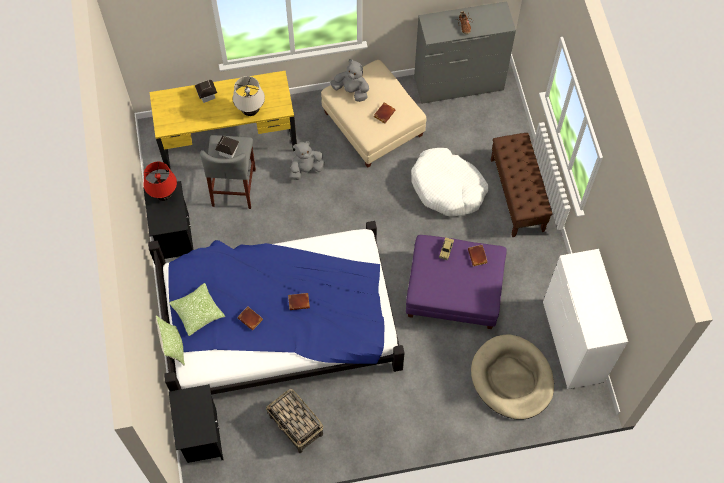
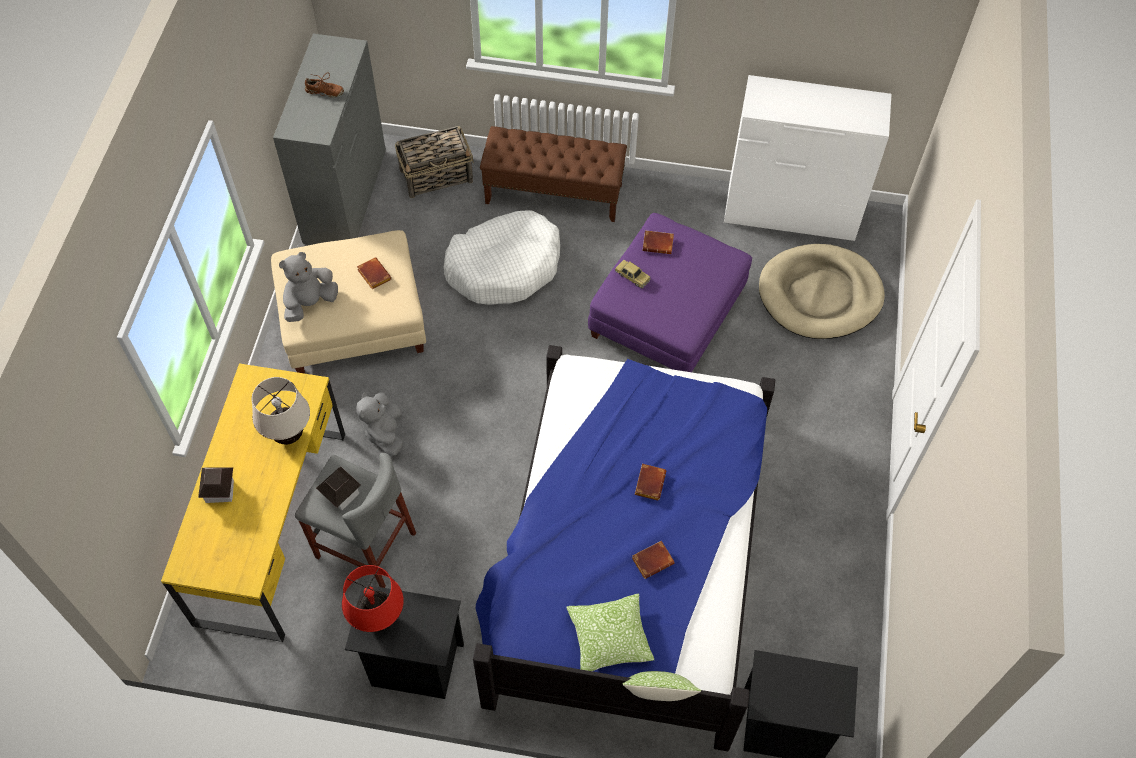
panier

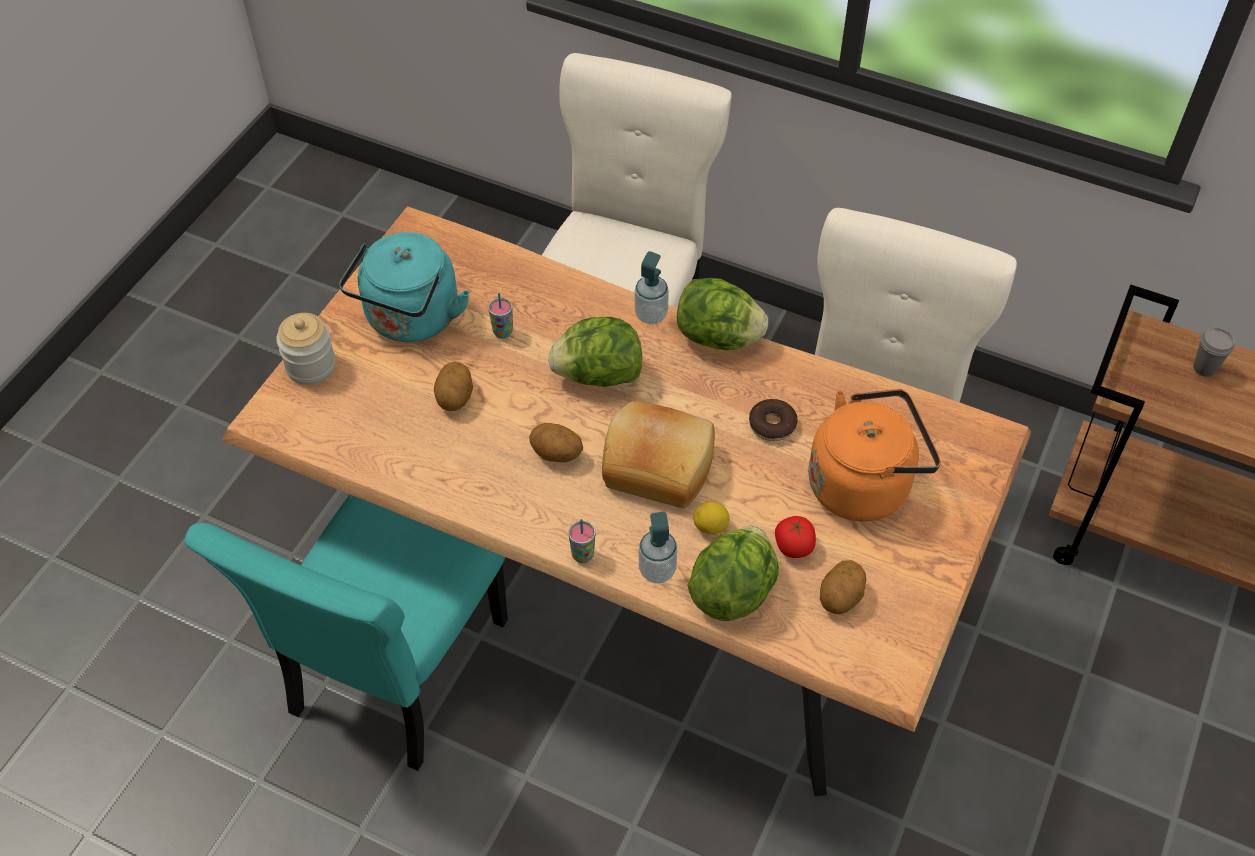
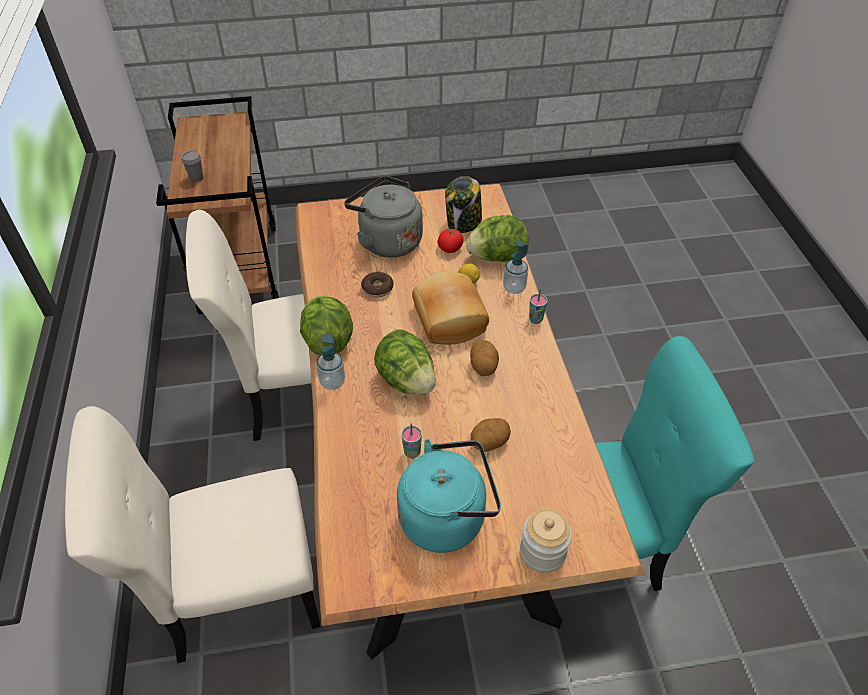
bouilloire/gris
bocal (1st from left)

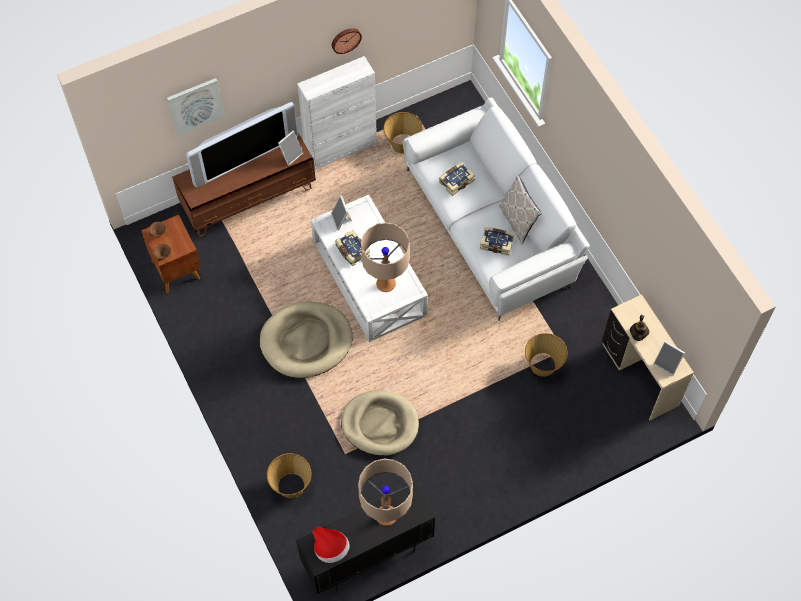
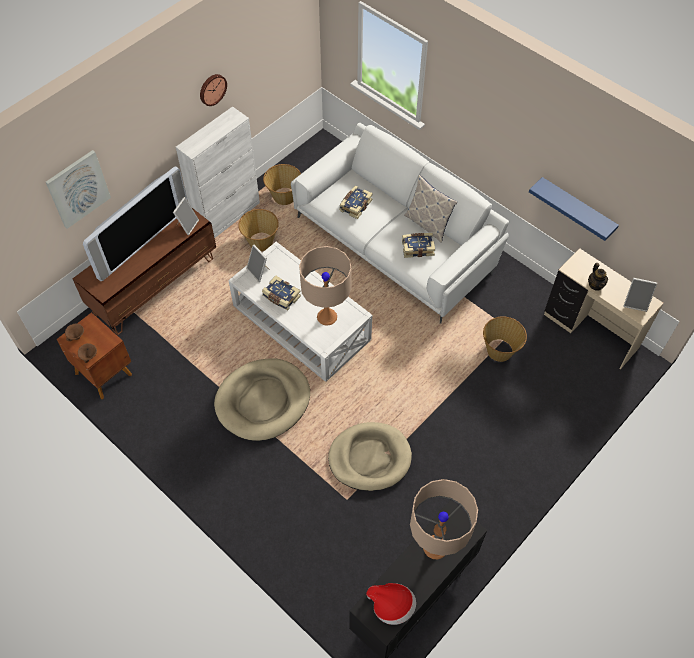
panier (1st from left)
étagère/bleu

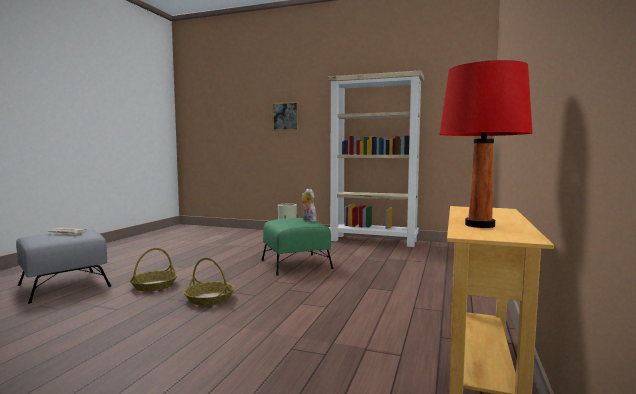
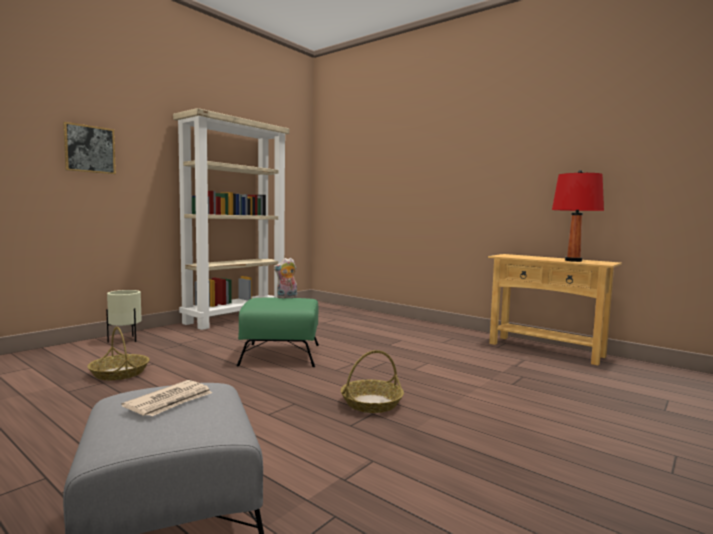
panier (1st from left)

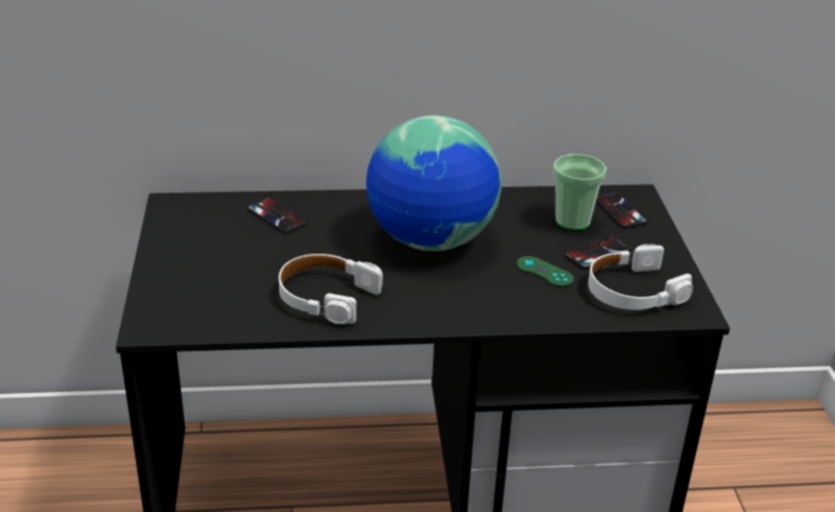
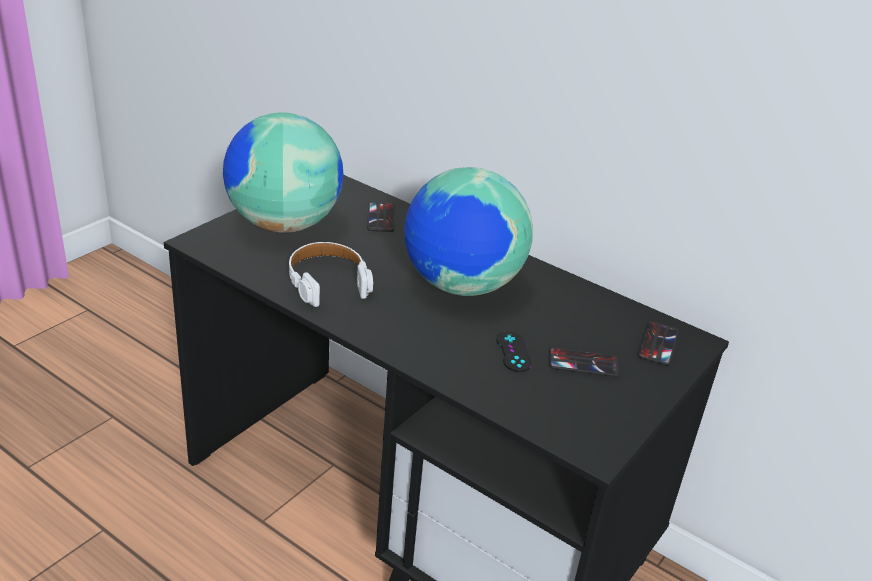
globe (1st from left)
manette/noir
tasse
casque audio/blanc (2nd from left in the first image)

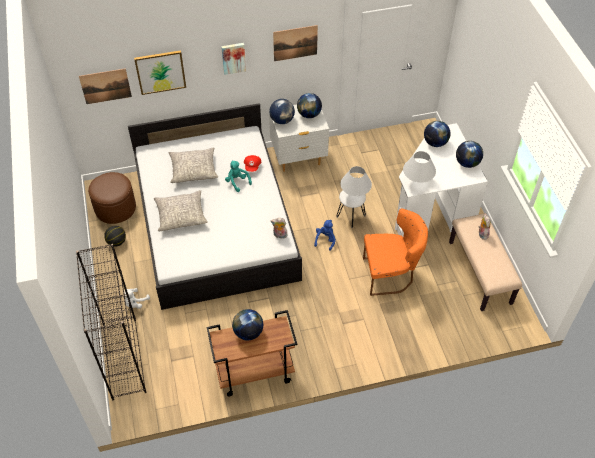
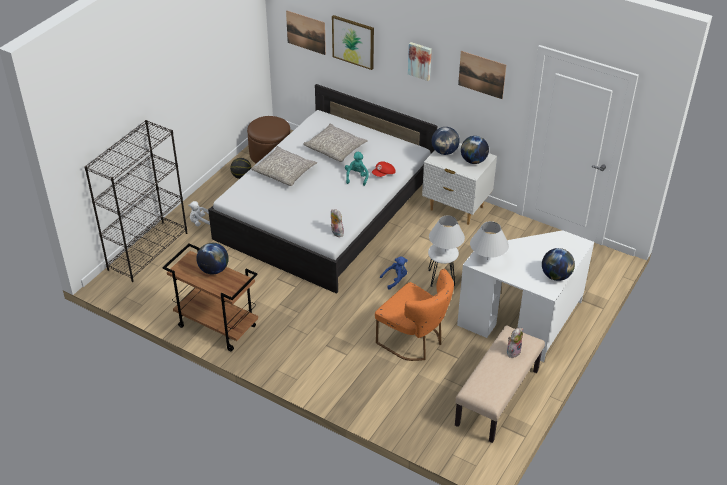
globe (4th from left in the first image)

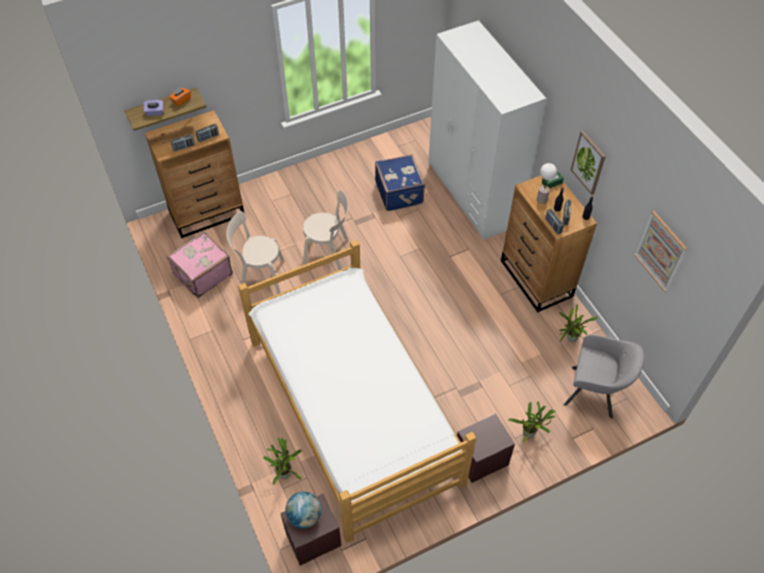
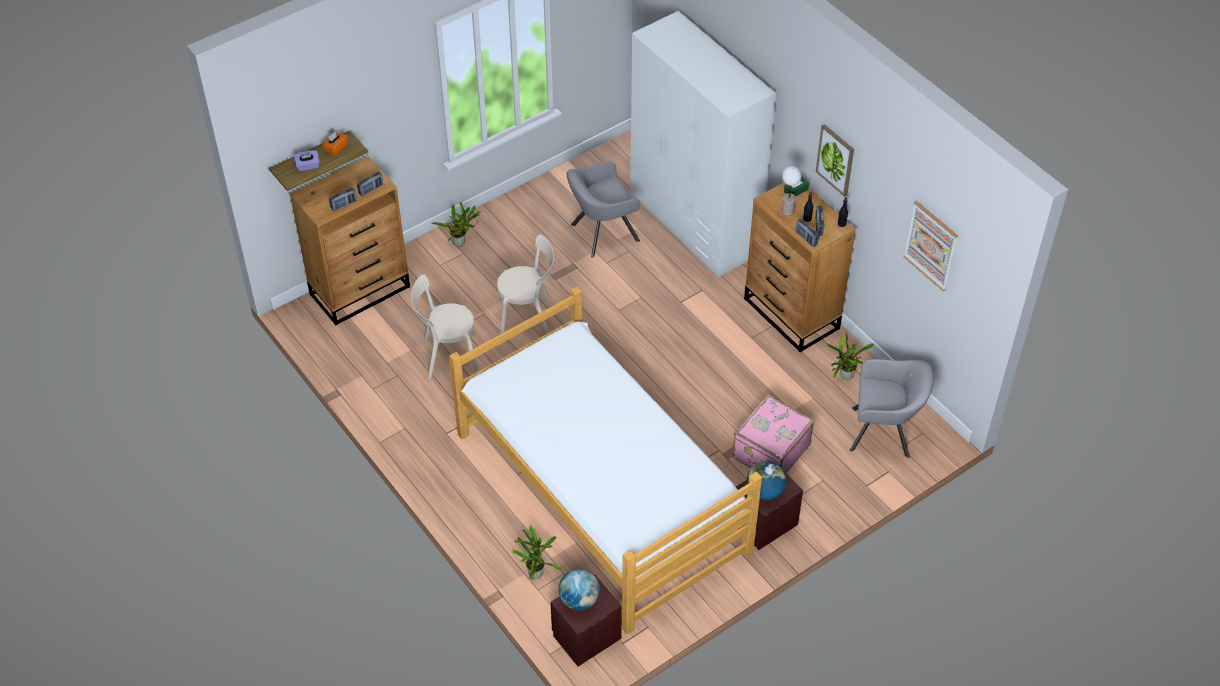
plante en pot (1st from left)
fauteuil/gris (1st from left)
valise/rose
globe (2nd from left)

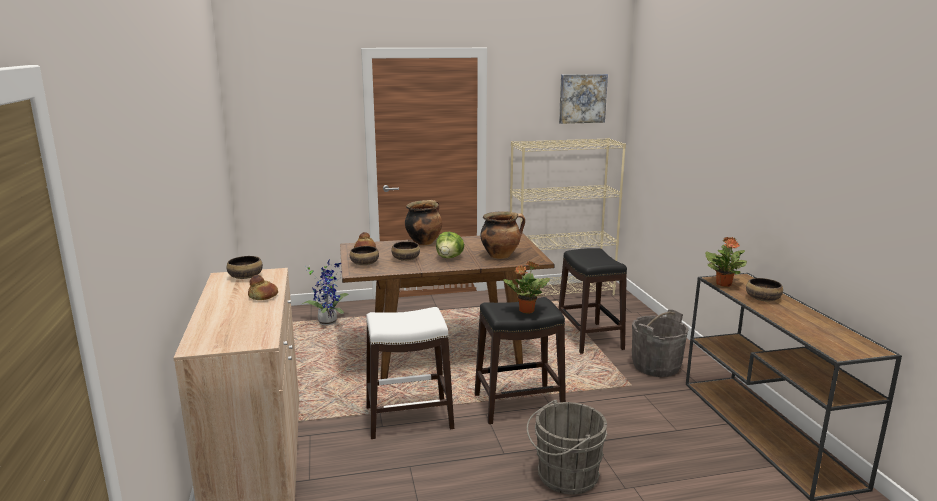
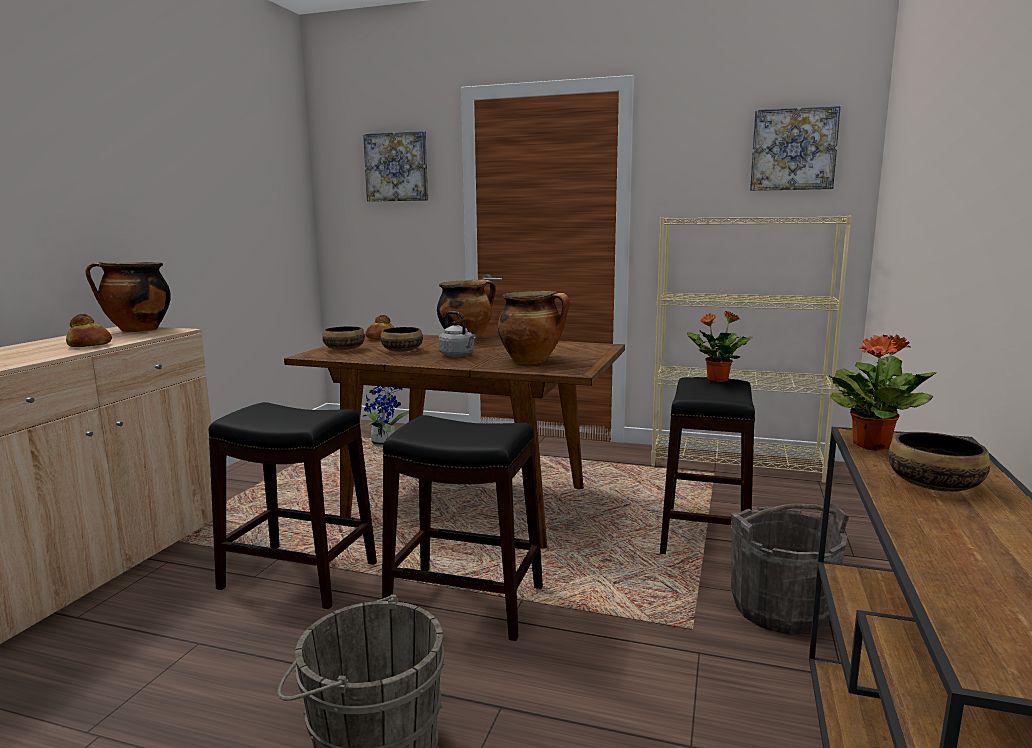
marmite (1st from left)
tabouret/noir (1st from left)
tableau (1st from left)
bouilloire/gris
plante en pot (2nd from left)

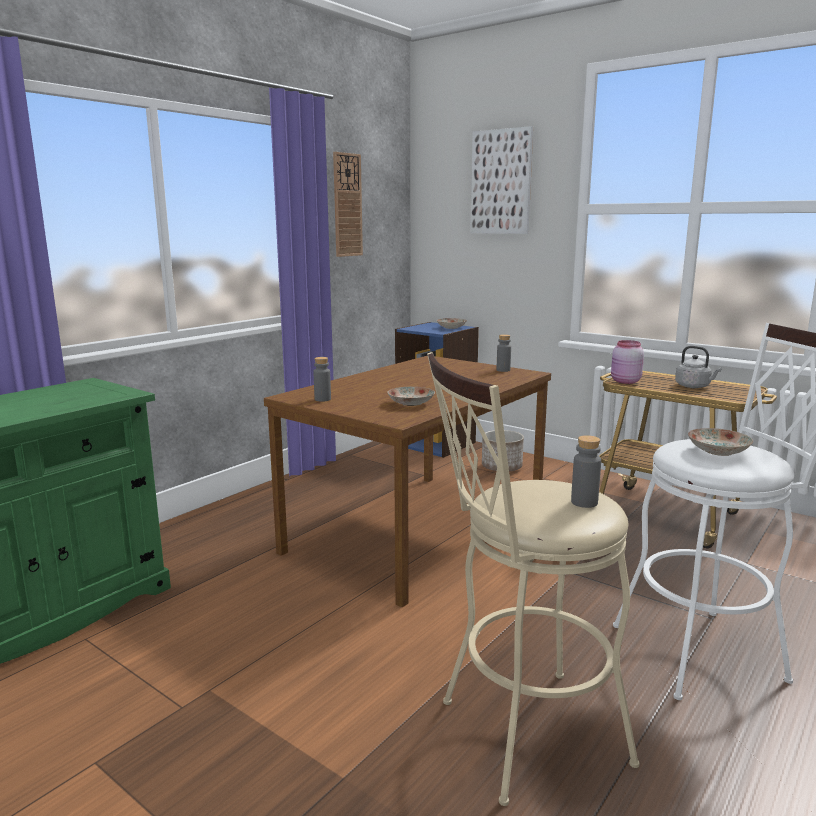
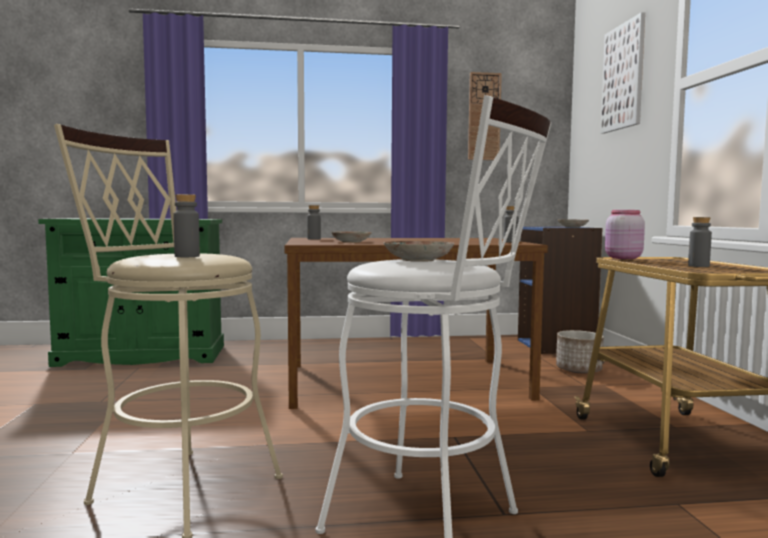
bouteille/gris (4th from left)

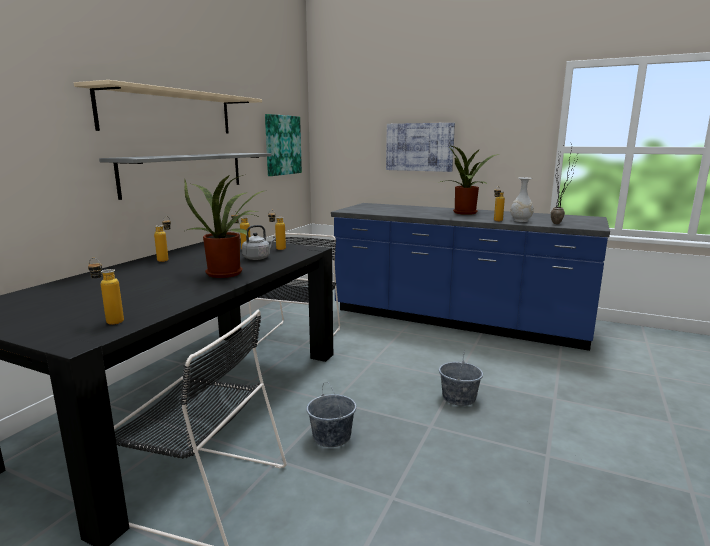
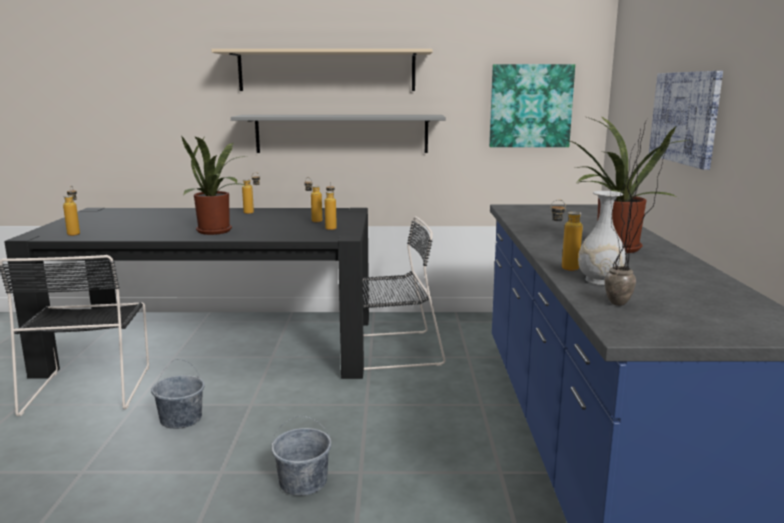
bouilloire/gris

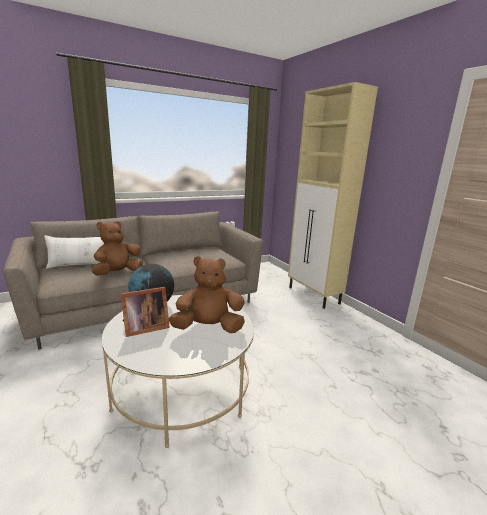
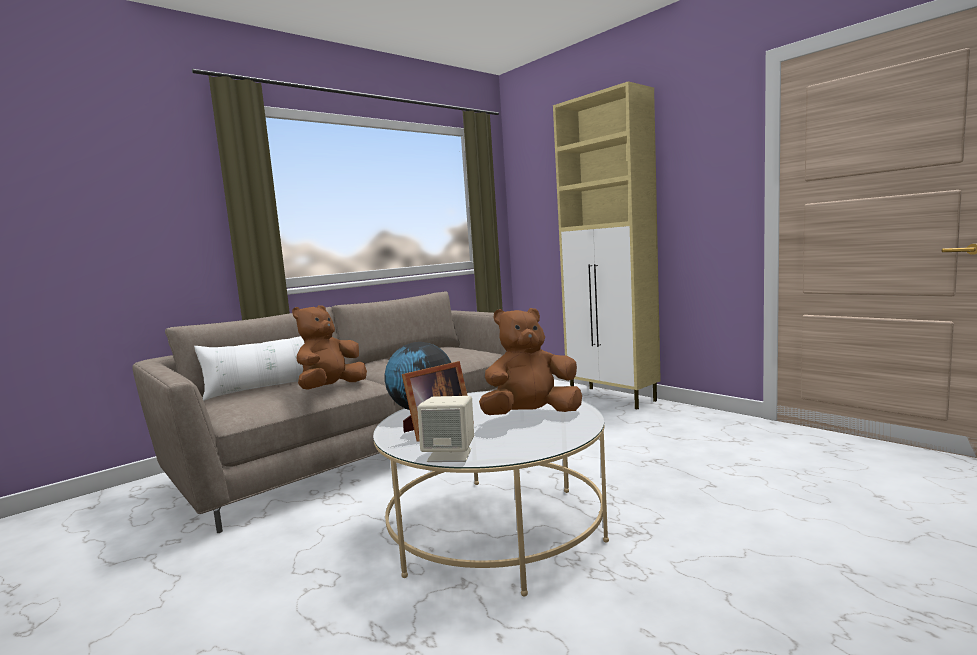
enceinte/beige

